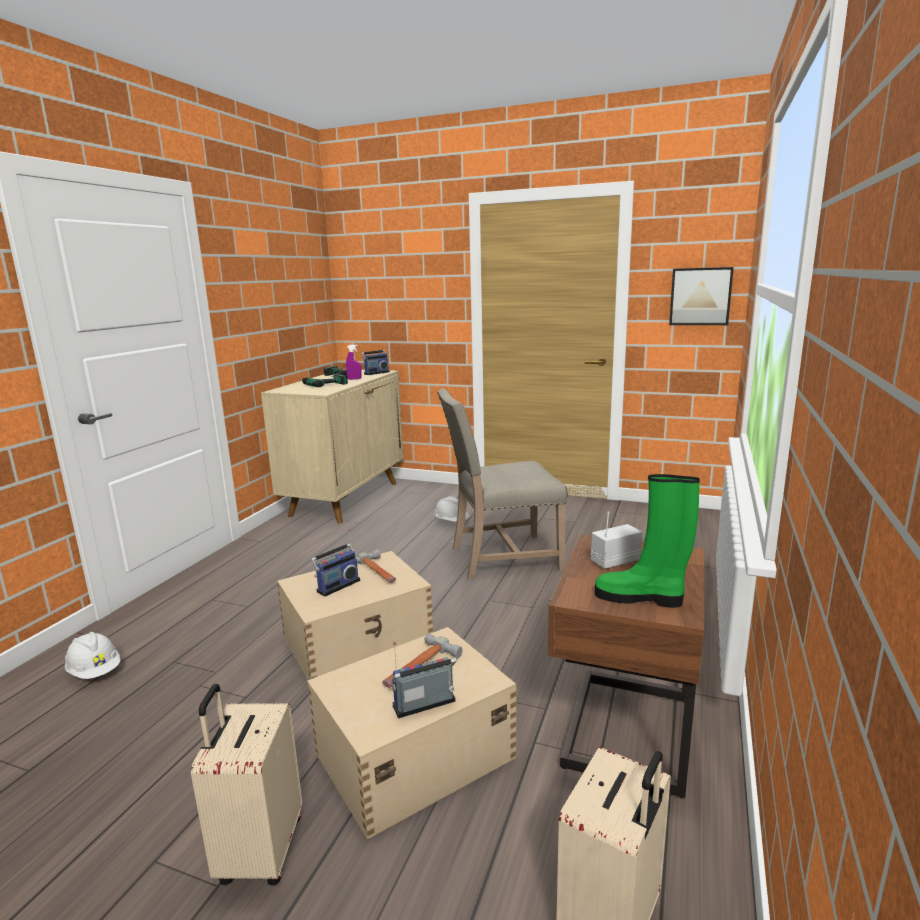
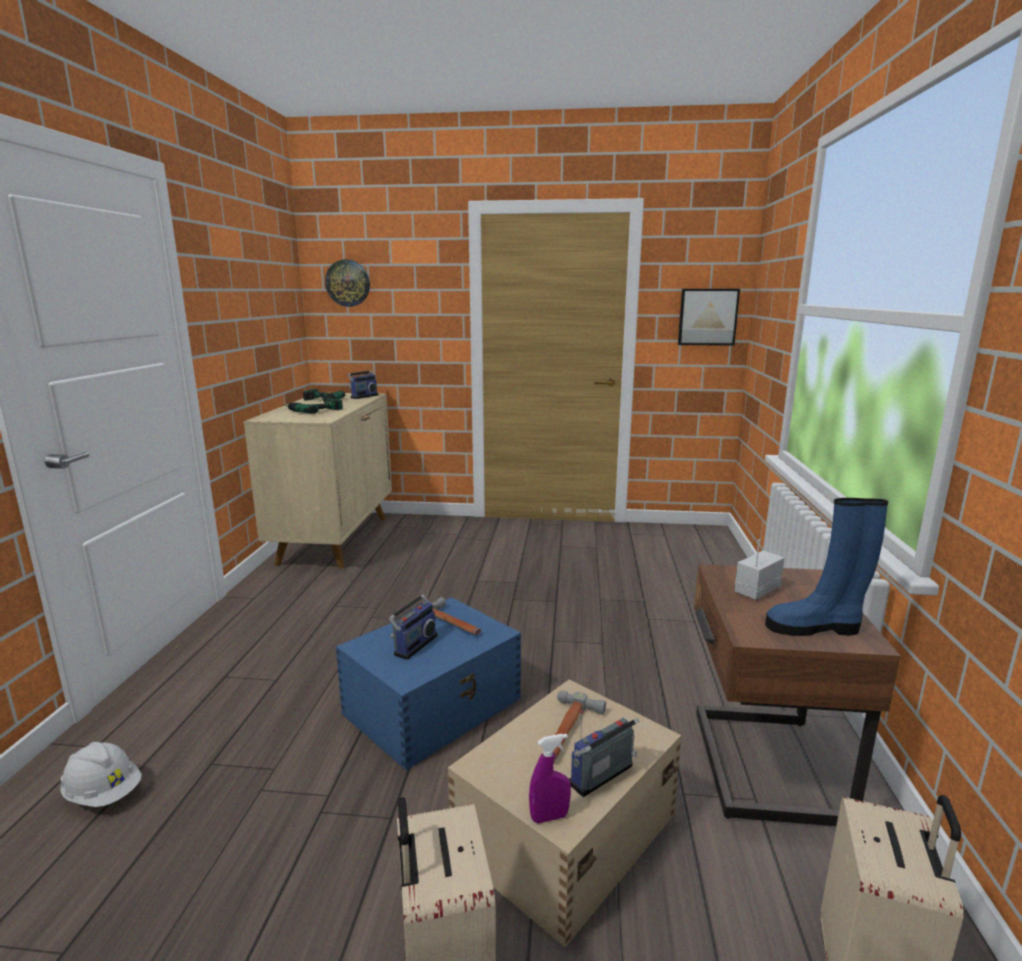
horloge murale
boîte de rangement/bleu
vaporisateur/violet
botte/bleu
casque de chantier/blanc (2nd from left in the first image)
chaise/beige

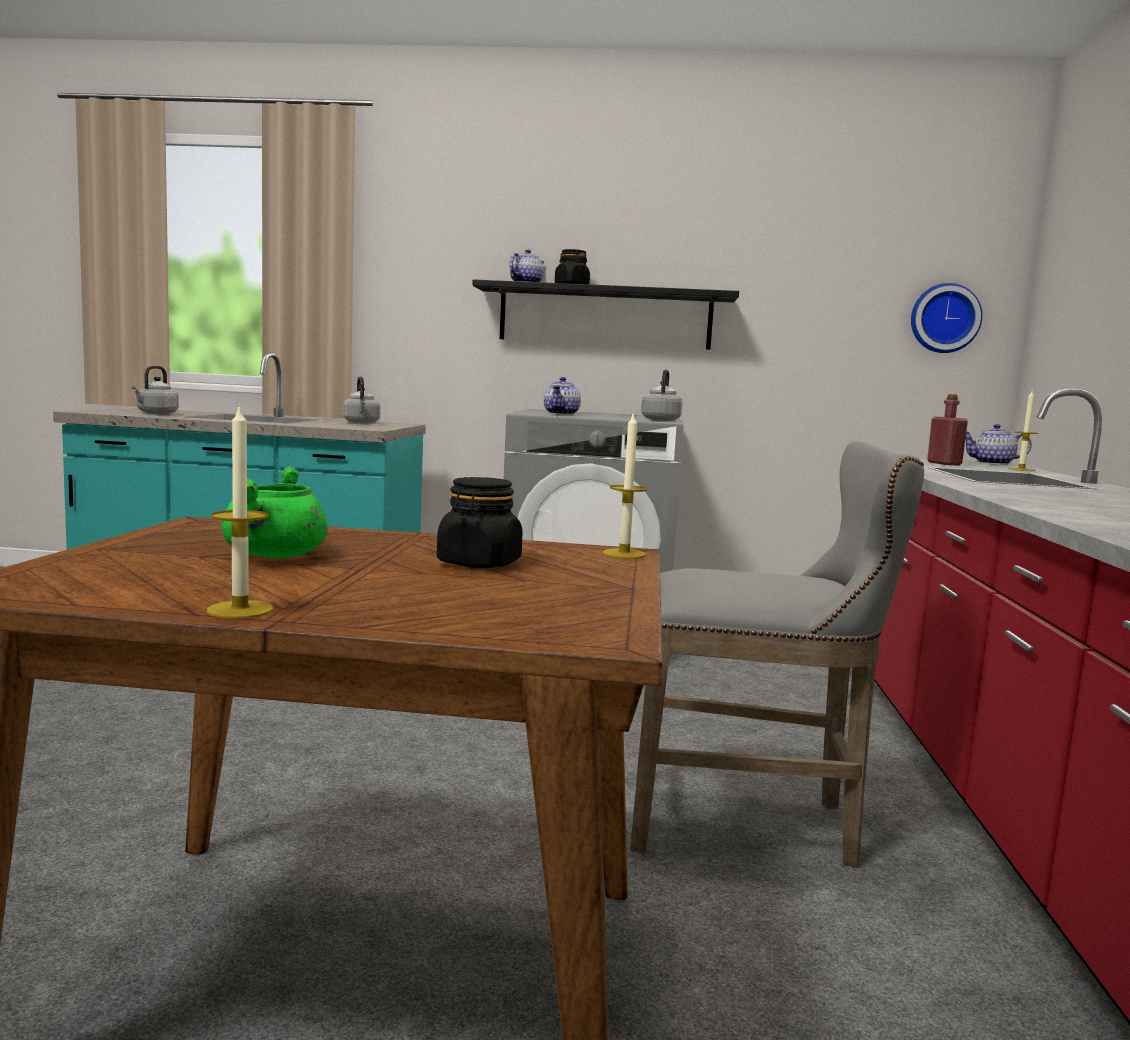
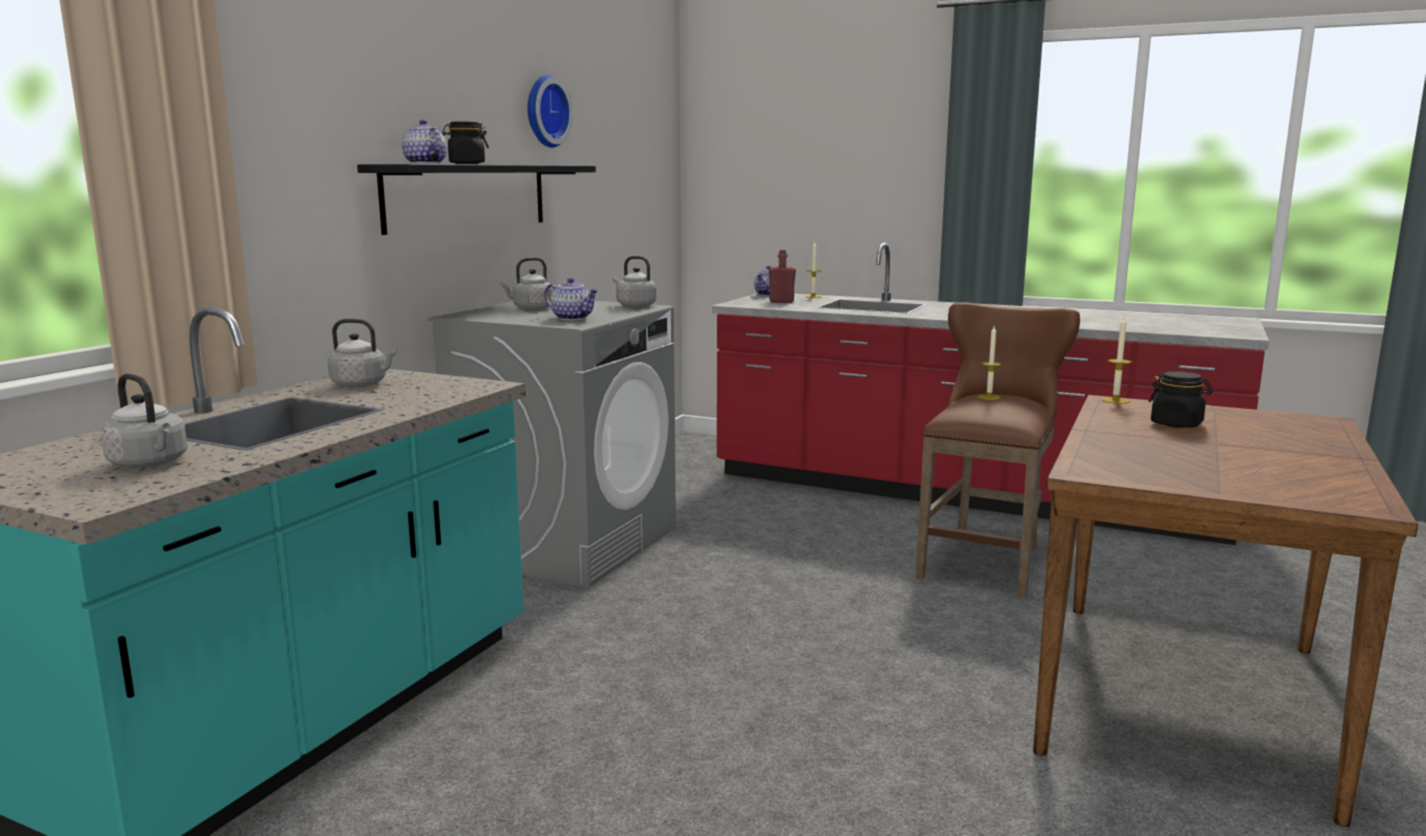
bouilloire/gris (3rd from left)
horloge murale
tabouret/marron
bougie (2nd from left)
marmite/vert

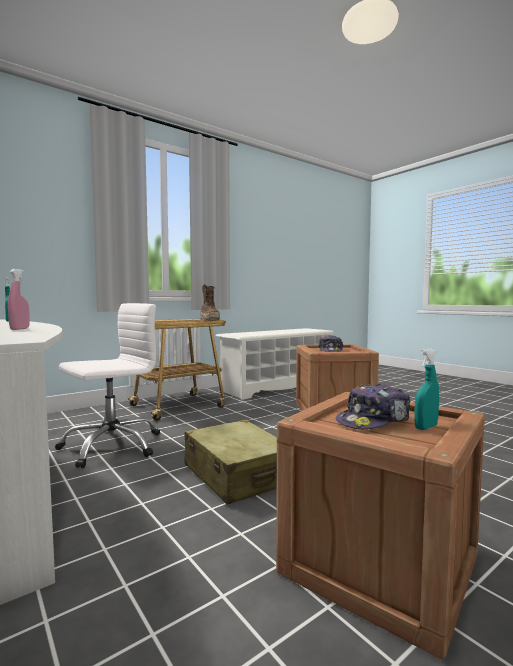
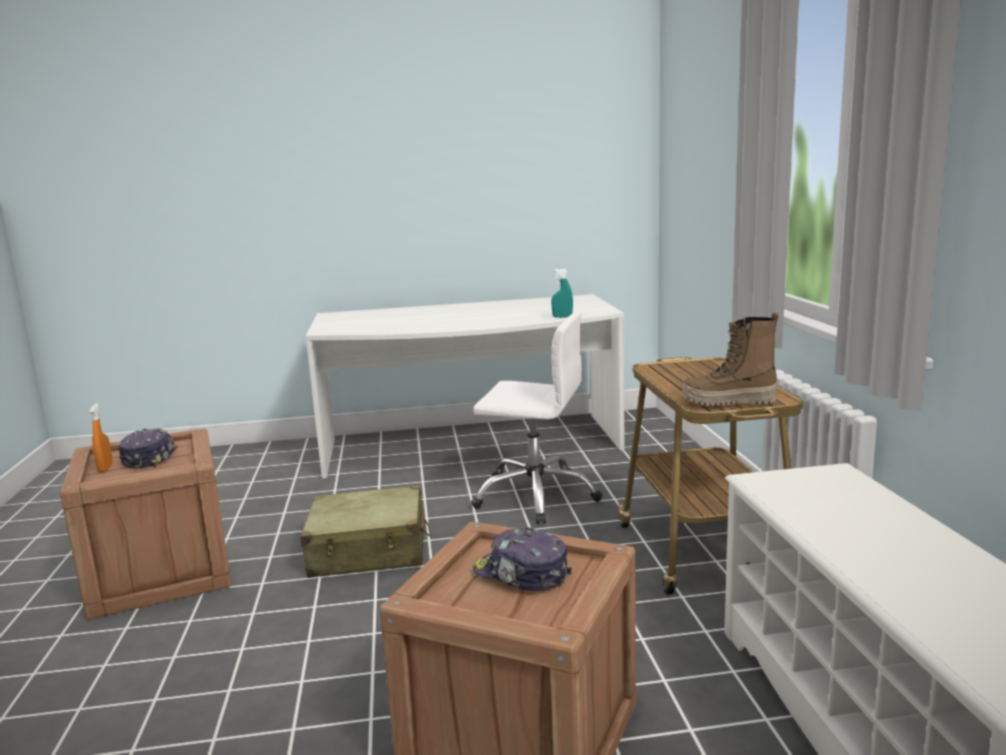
vaporisateur/orange
chaise de bureau/blanc
vaporisateur/rose

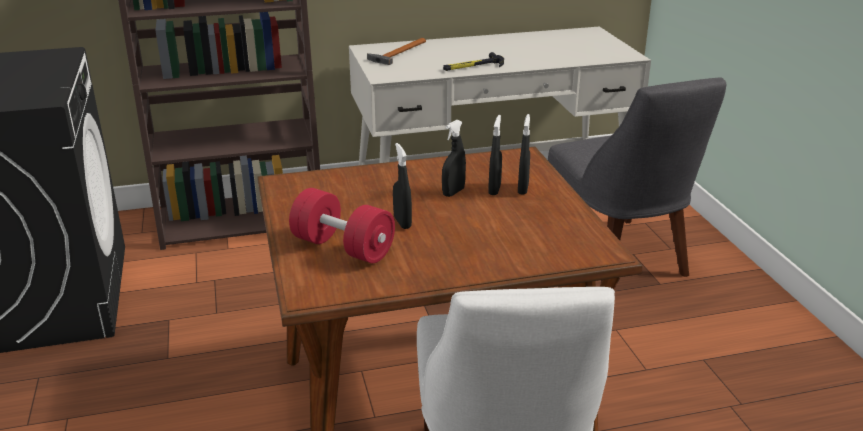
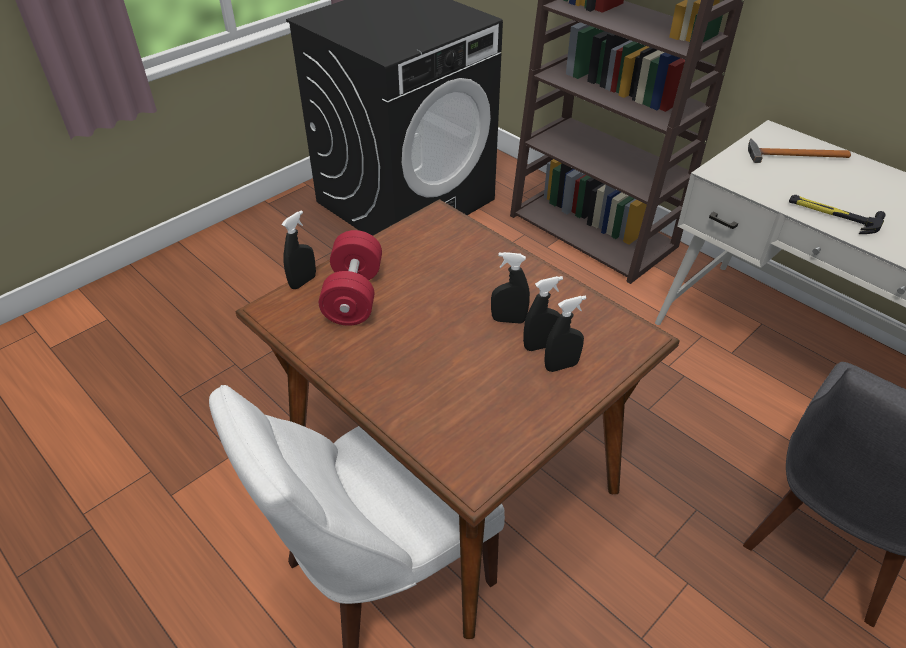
vaporisateur/noir (1st from left)

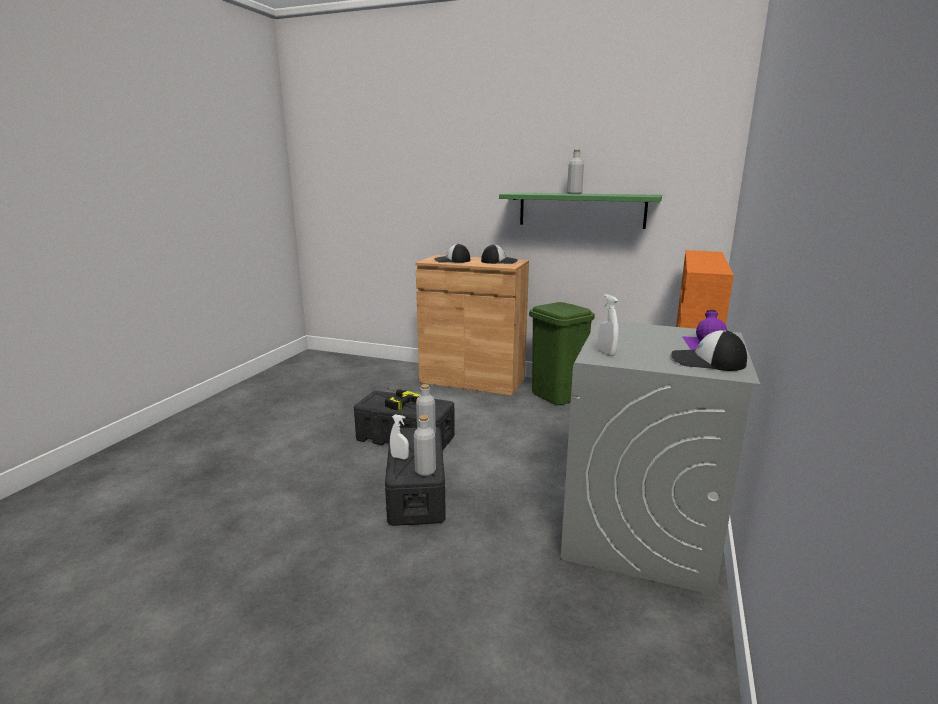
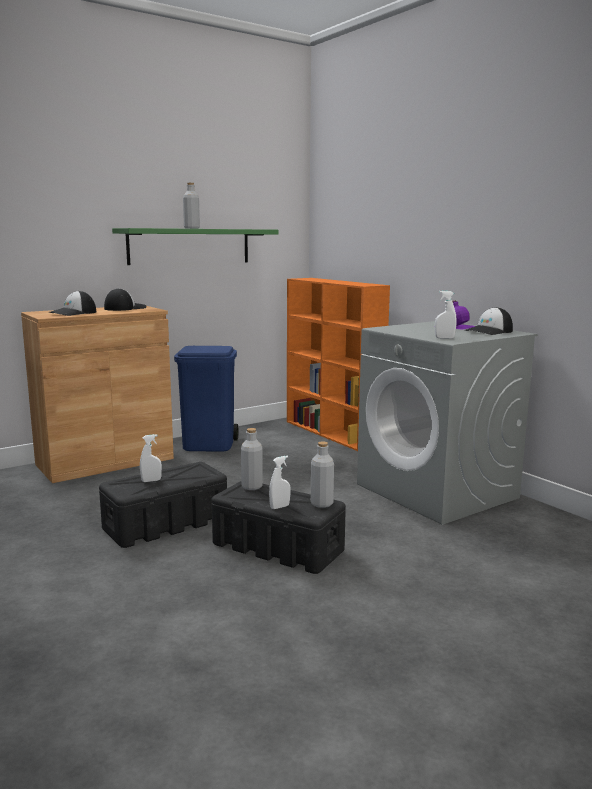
vaporisateur/blanc (1st from left)
poubelle/bleu

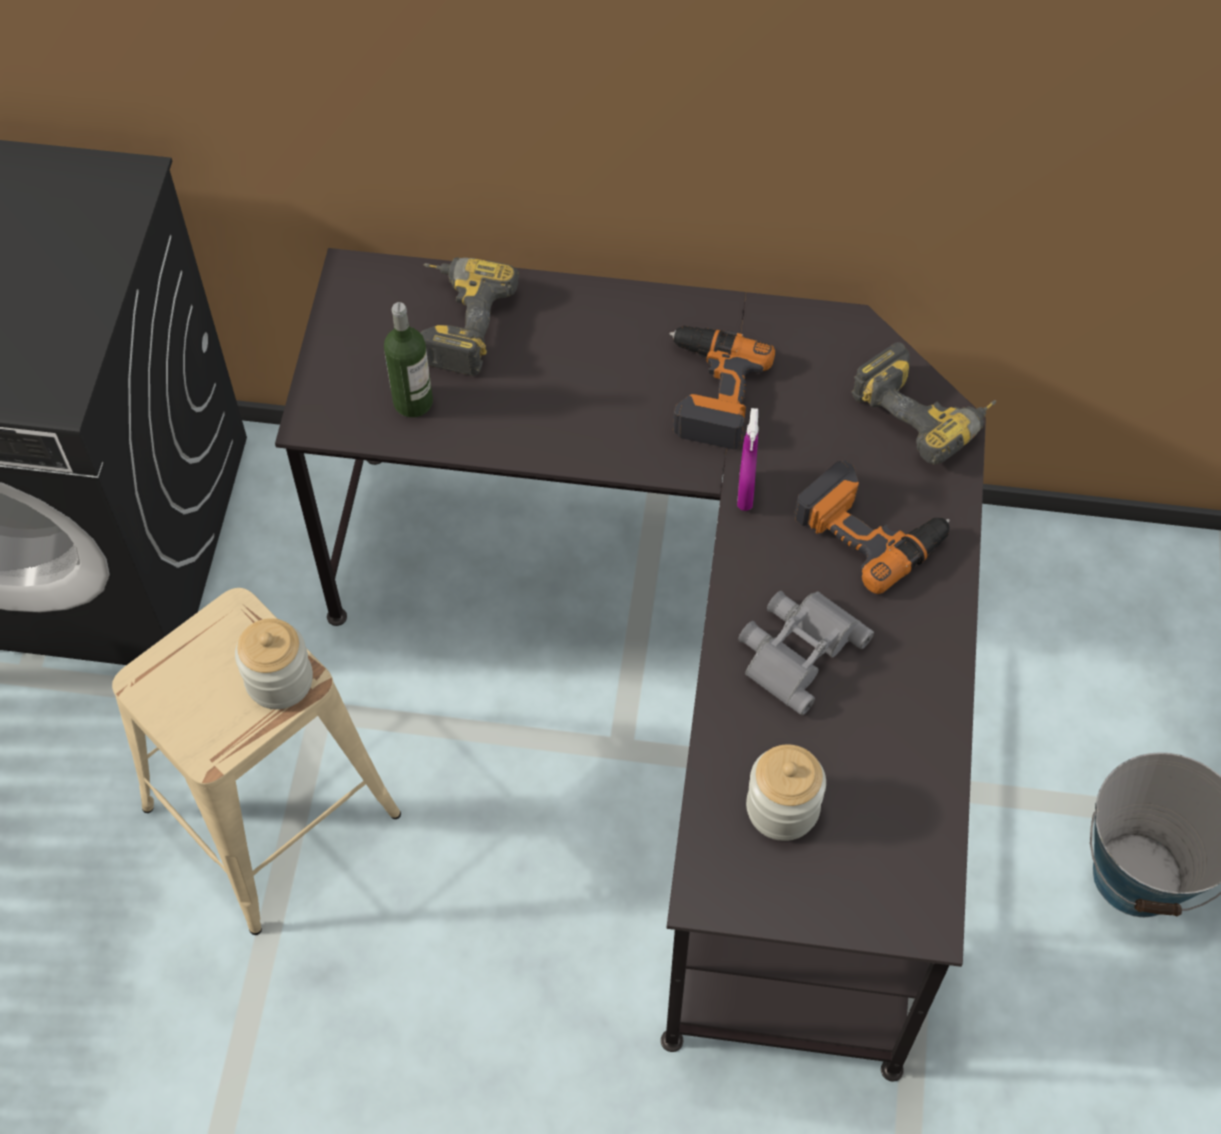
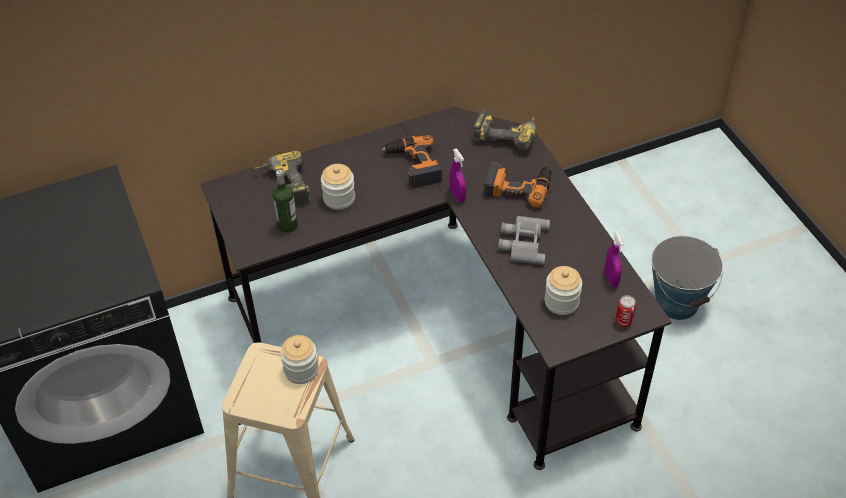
bocal (2nd from left)
vaporisateur/violet (2nd from left)
boîte métallique

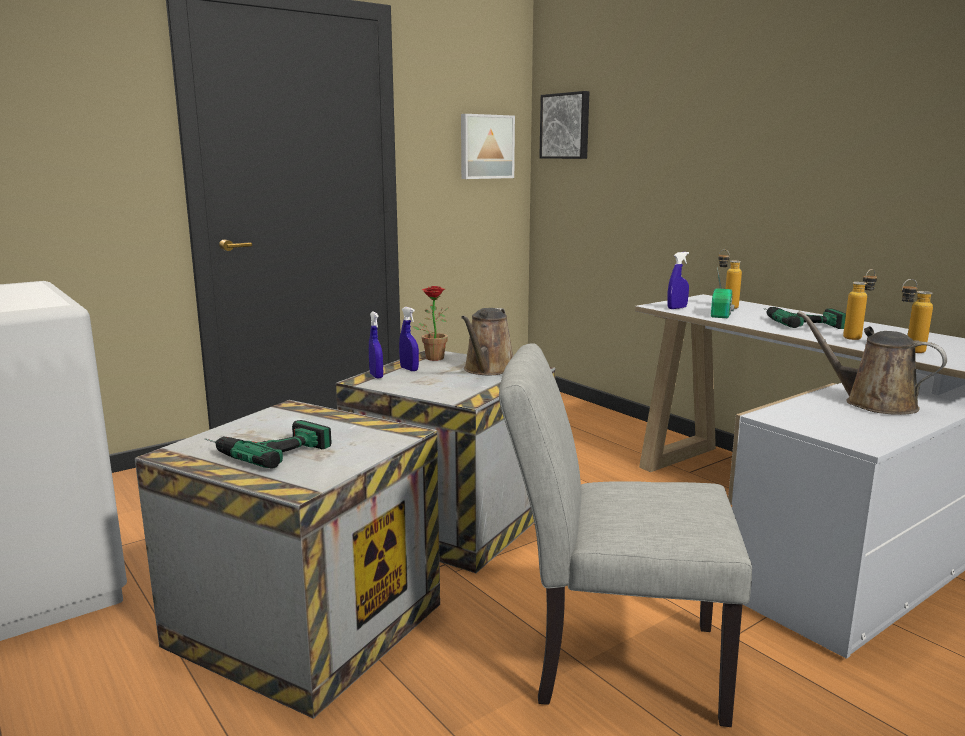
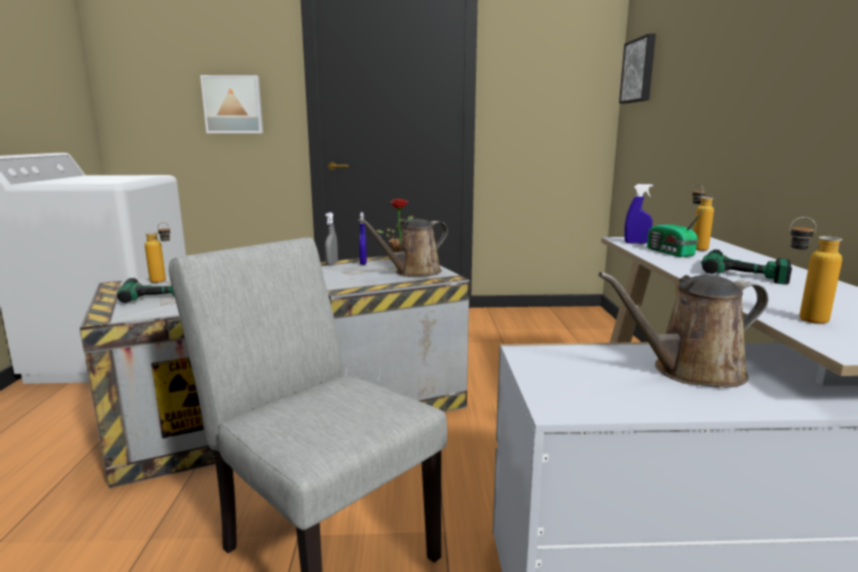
bouteille (1st from left)
tableau (1st from left)
vaporisateur/gris
arrosoir/marron (2nd from left)
radio

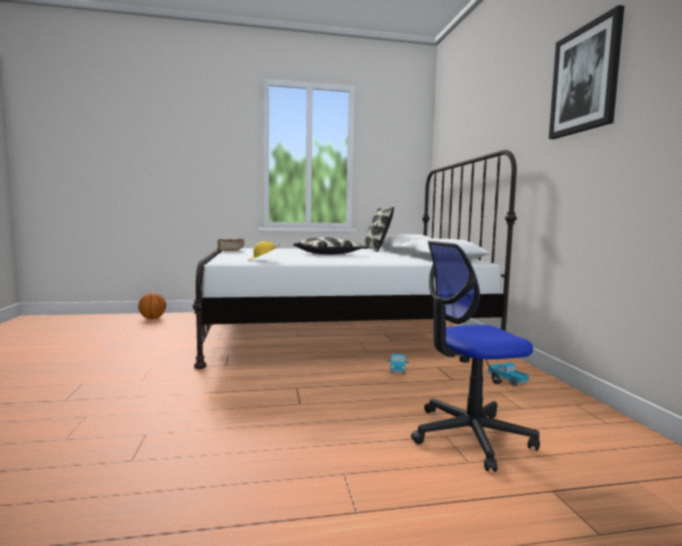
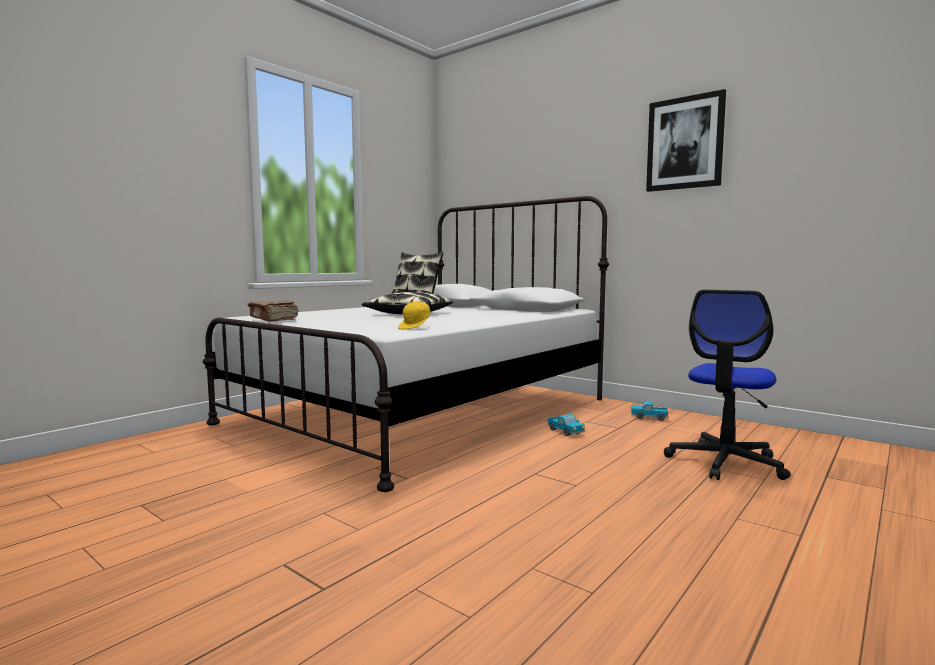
ballon de basket

